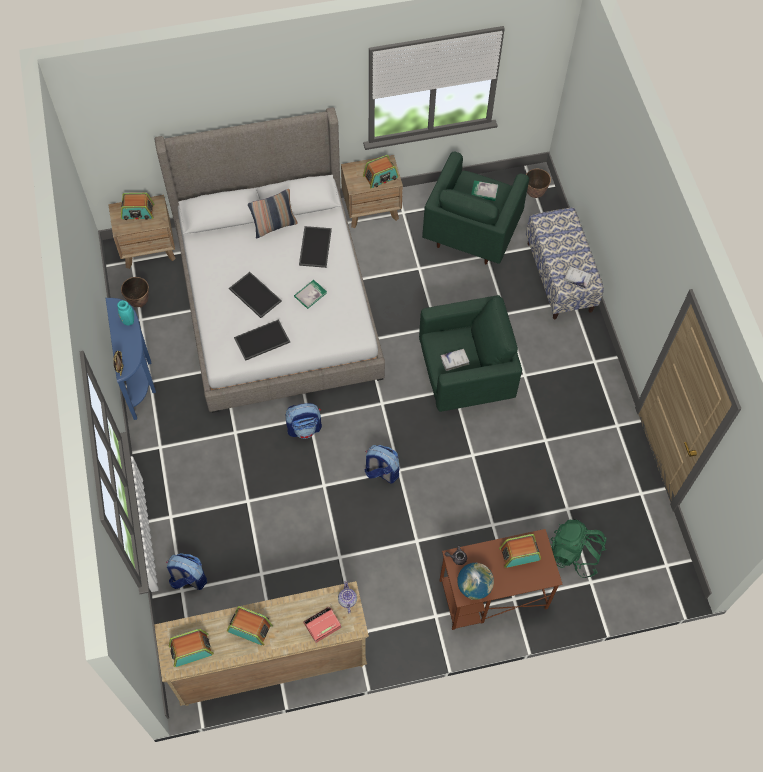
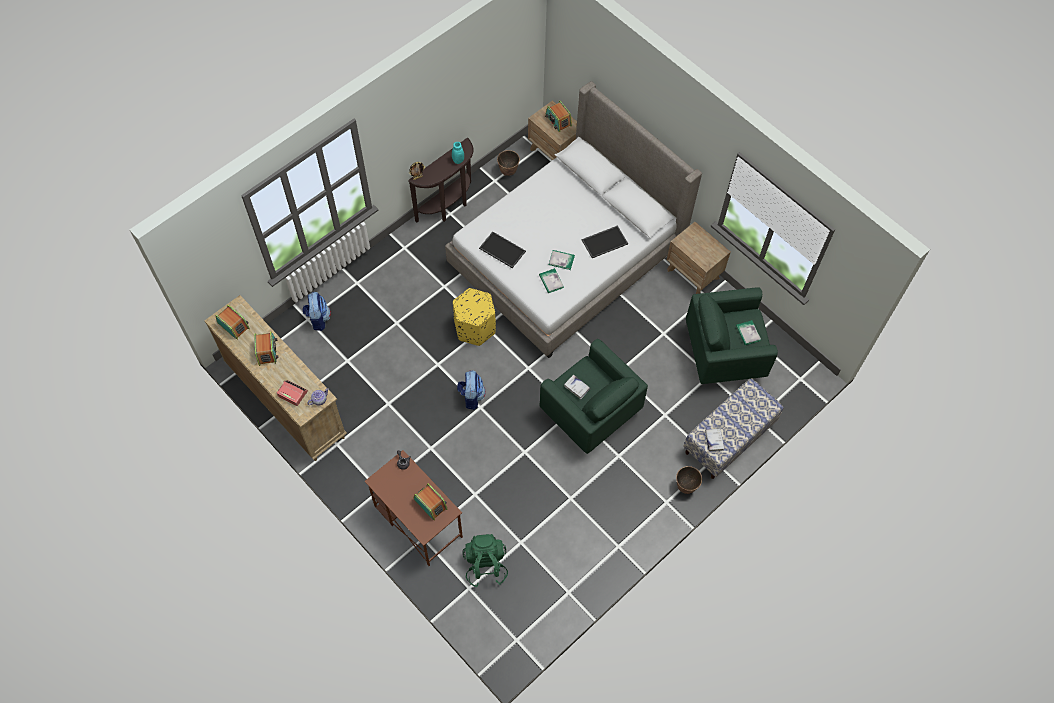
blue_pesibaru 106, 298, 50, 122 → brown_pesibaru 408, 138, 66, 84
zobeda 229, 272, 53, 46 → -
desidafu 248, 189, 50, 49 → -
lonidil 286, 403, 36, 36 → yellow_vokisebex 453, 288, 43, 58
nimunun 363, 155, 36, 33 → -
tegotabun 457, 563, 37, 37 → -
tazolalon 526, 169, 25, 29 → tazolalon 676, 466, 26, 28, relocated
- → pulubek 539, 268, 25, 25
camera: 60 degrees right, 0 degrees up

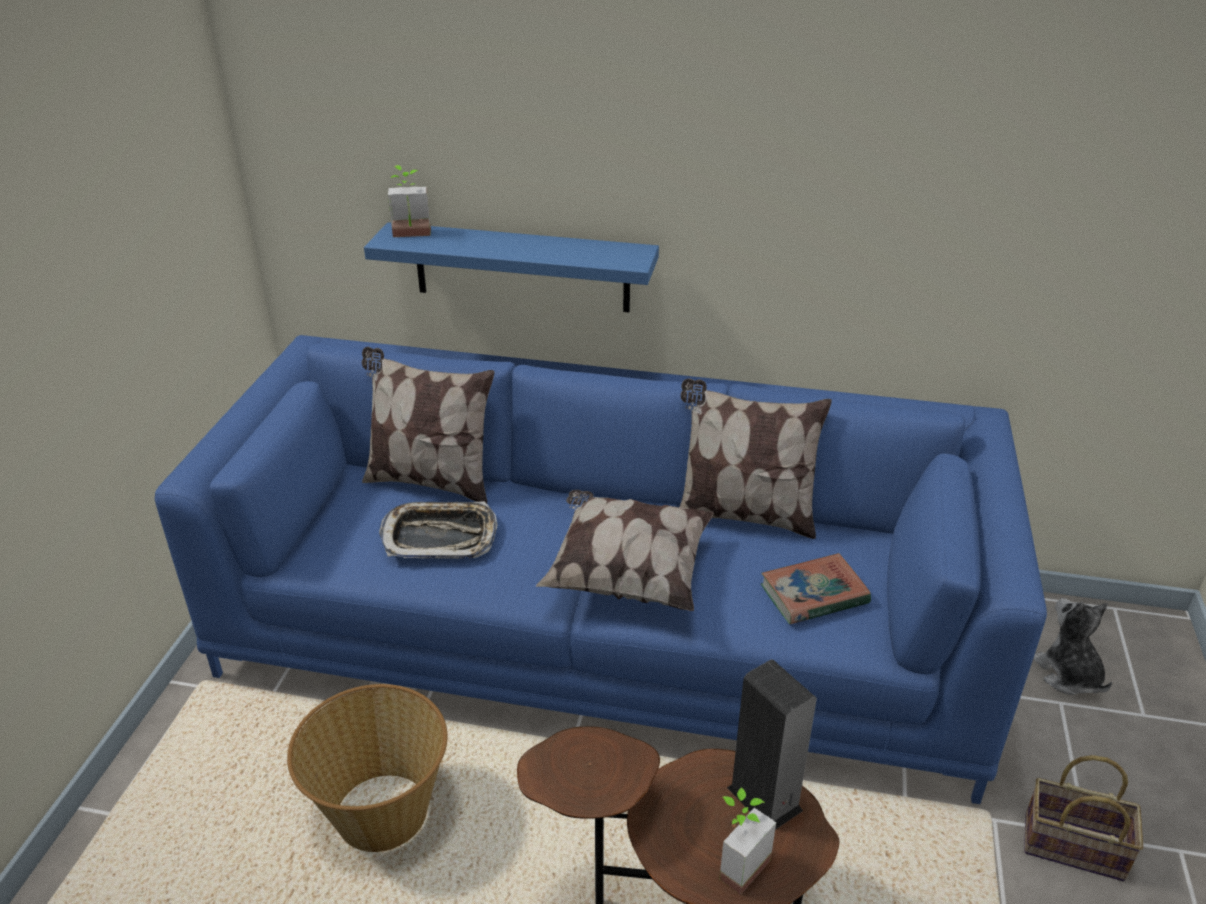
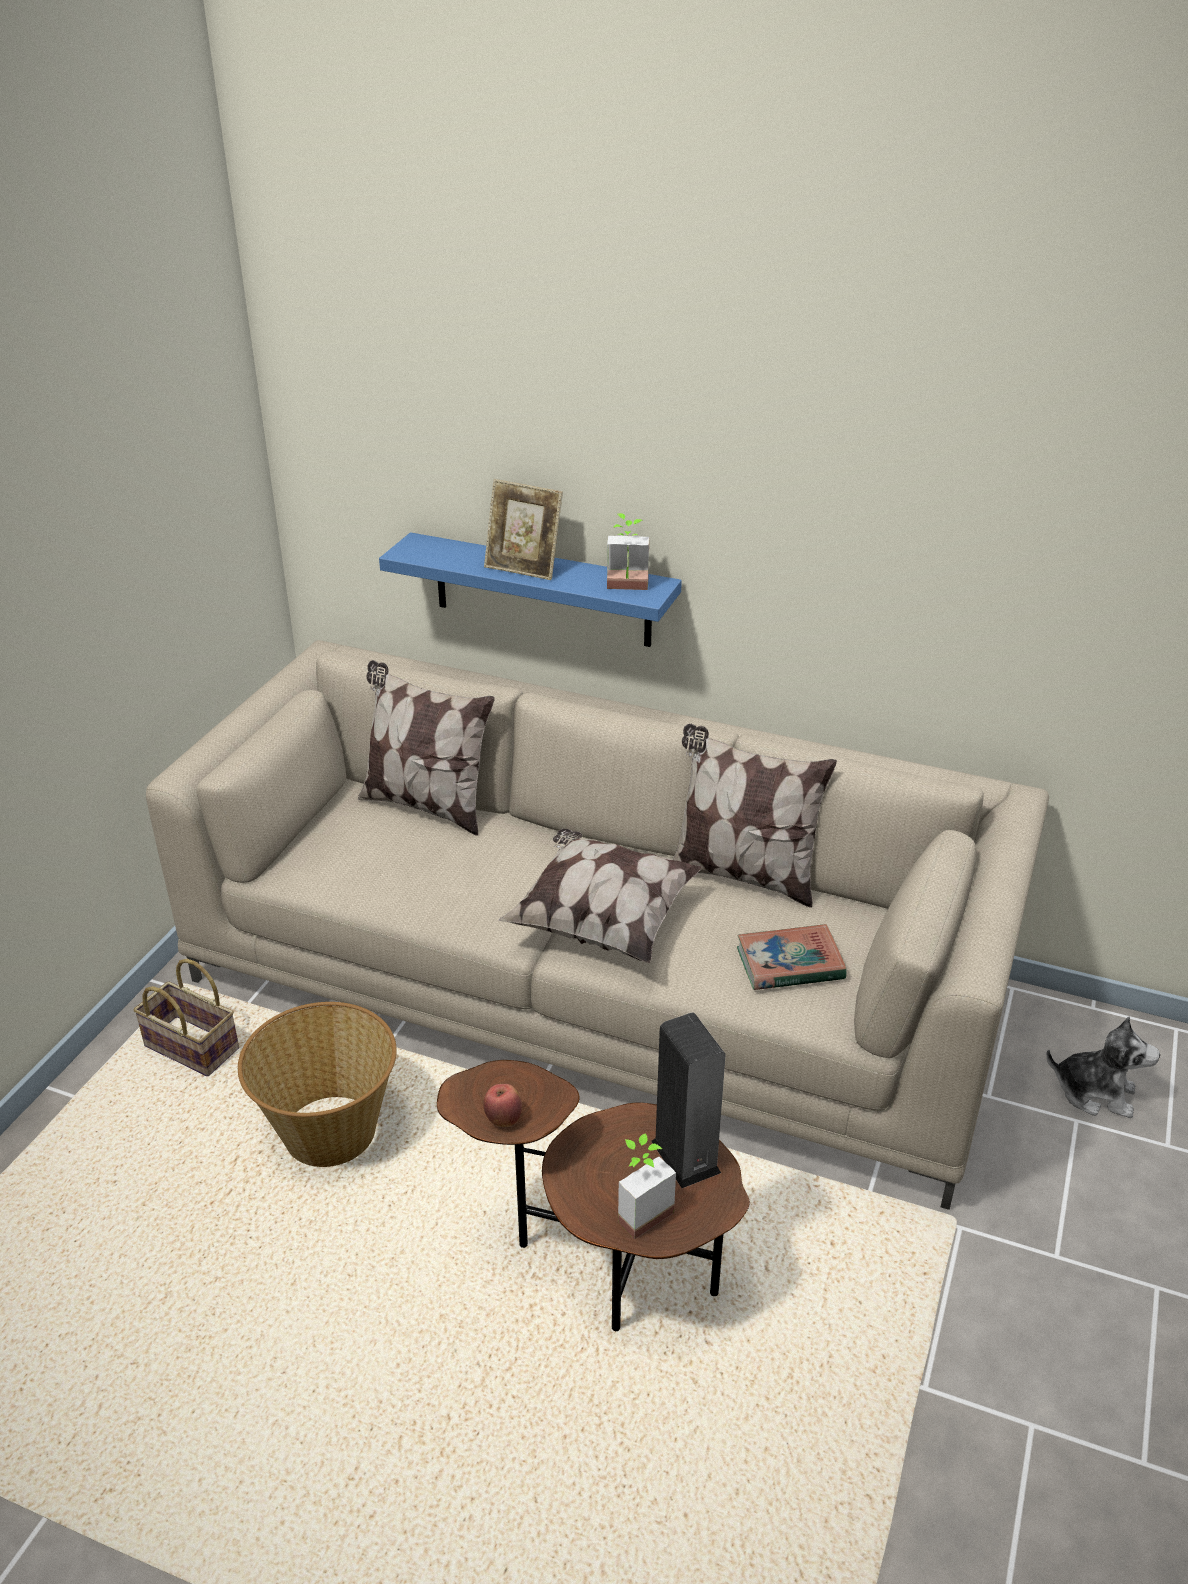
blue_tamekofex 155, 335, 892, 469 → beige_tamekofex 146, 640, 903, 570
zobeda 379, 501, 118, 58 → -
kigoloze 388, 165, 43, 72 → kigoloze 607, 513, 42, 77, relocated
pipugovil 1024, 755, 119, 126 → pipugovil 133, 959, 106, 117, relocated
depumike 1033, 598, 79, 97 → depumike 1046, 1016, 114, 102, 120 degrees clockwise
- → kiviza 483, 1084, 39, 43
- → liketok 484, 479, 79, 101
camera: 10 degrees right, 0 degrees up

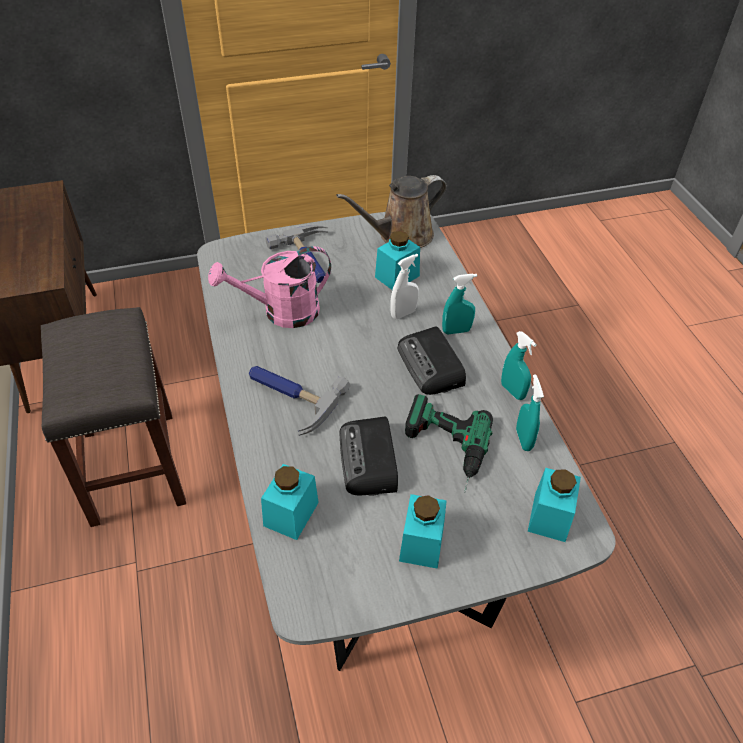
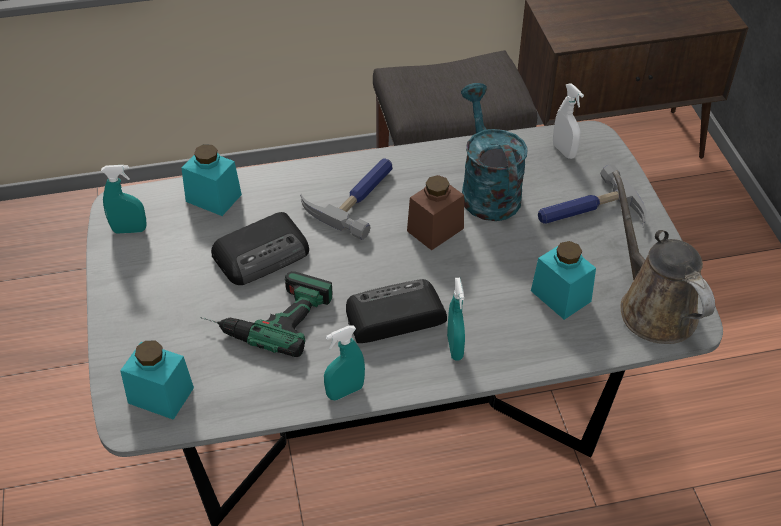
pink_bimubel 208, 246, 123, 82 → turquoise_bimubel 461, 83, 67, 138
nimunun 339, 416, 59, 80 → nimunun 211, 212, 98, 73, 150 degrees clockwise
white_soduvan 390, 254, 29, 65 → white_soduvan 553, 83, 31, 76, relocated
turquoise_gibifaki 399, 494, 48, 75 → -
turquoise_soduvan 516, 374, 28, 77 → turquoise_soduvan 101, 165, 46, 68, relocated
- → brown_gibifaki 407, 175, 57, 75
camera: 95 degrees right, 0 degrees up

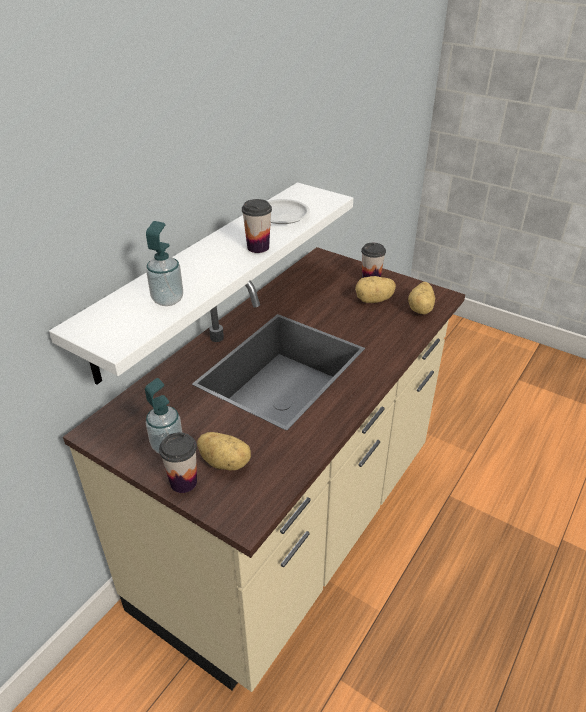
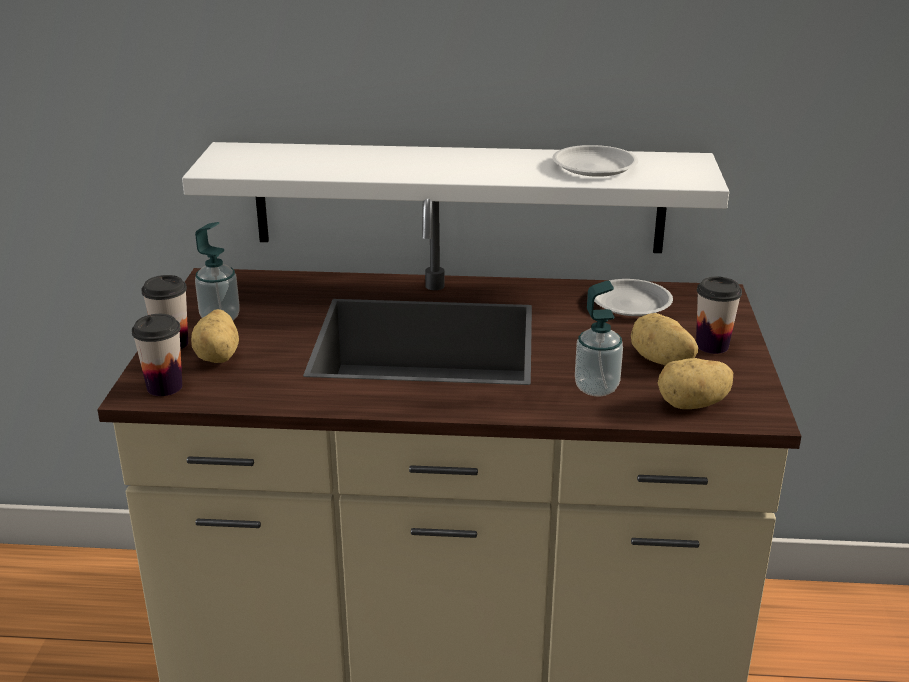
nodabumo 146, 221, 37, 85 → nodabumo 575, 281, 48, 116, relocated
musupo 242, 199, 30, 54 → musupo 132, 314, 50, 82, relocated
- → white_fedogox 594, 279, 79, 37
camera: 60 degrees right, 10 degrees down

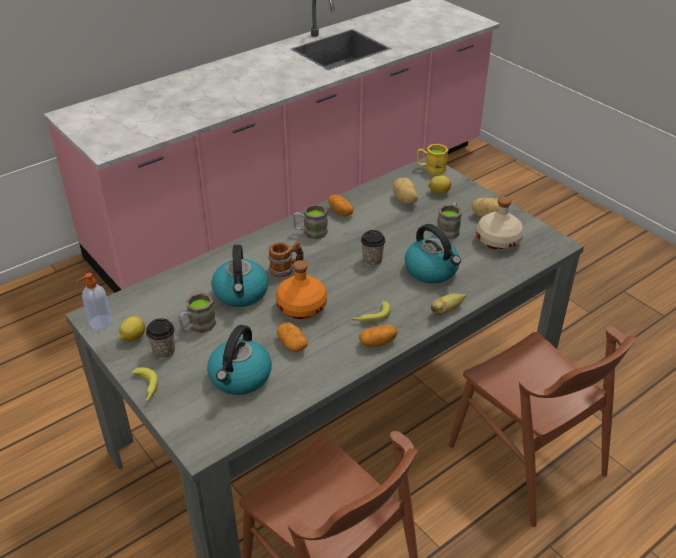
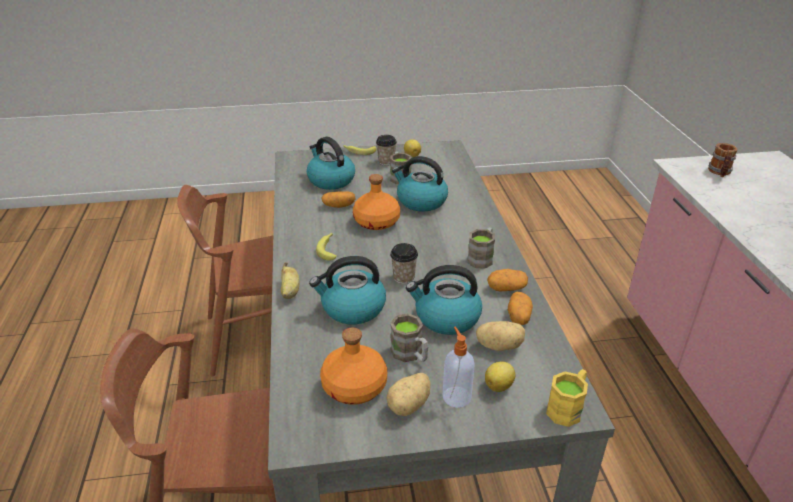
nodabumo 77, 273, 35, 57 → nodabumo 443, 327, 32, 81, relocated
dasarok 268, 241, 36, 37 → dasarok 708, 143, 30, 34, relocated
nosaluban 359, 325, 39, 22 → nosaluban 508, 292, 25, 33, relocated
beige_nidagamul 476, 196, 48, 54 → orange_nidagamul 320, 327, 67, 78
- → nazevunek 406, 265, 76, 70
camera: 120 degrees right, 5 degrees down

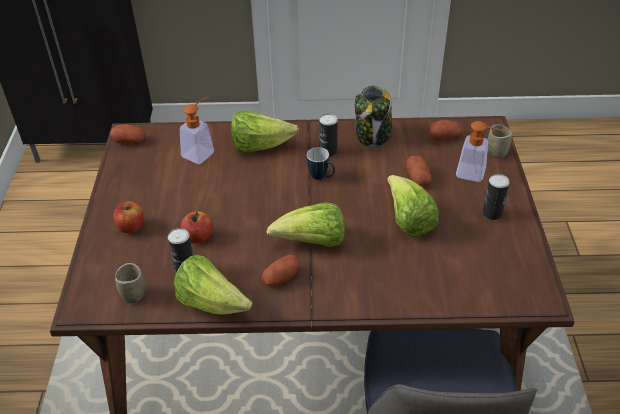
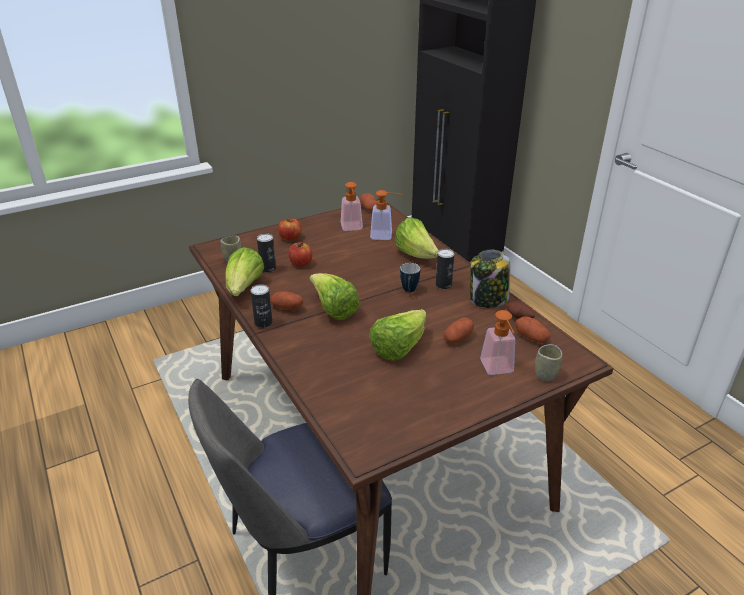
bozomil 482, 174, 28, 46 → bozomil 251, 284, 21, 44, relocated
- → nodabumo 341, 182, 22, 49
- → nosaluban 506, 301, 29, 18
camera: 60 degrees right, 10 degrees down

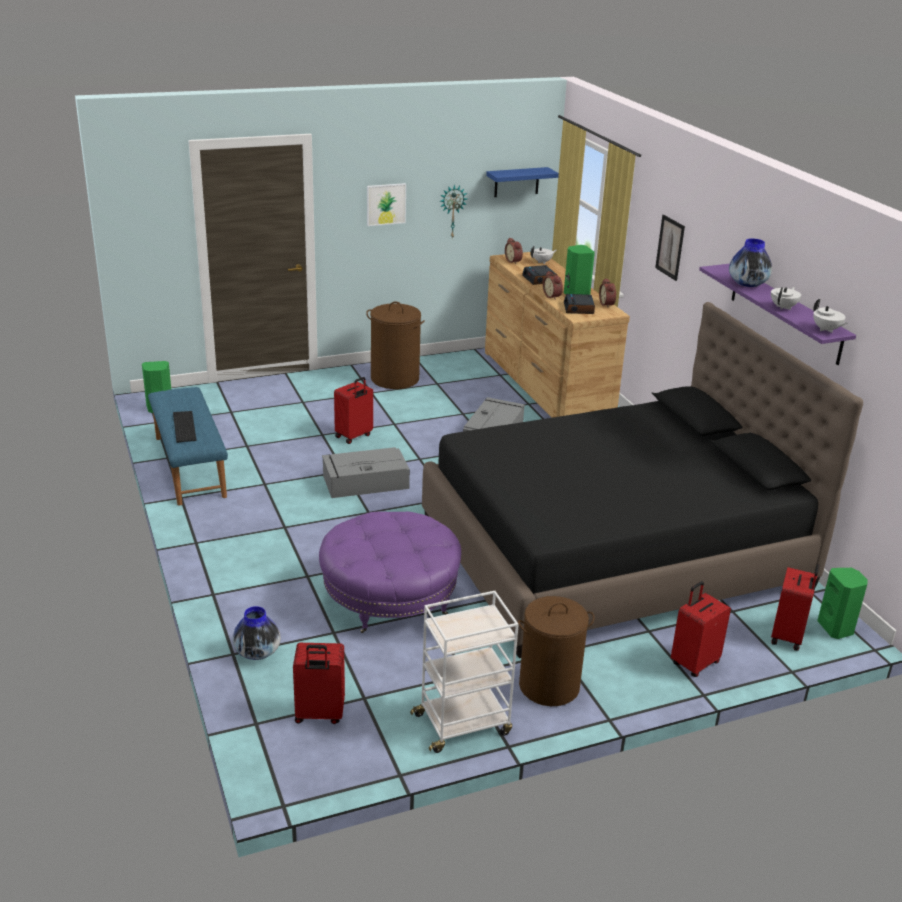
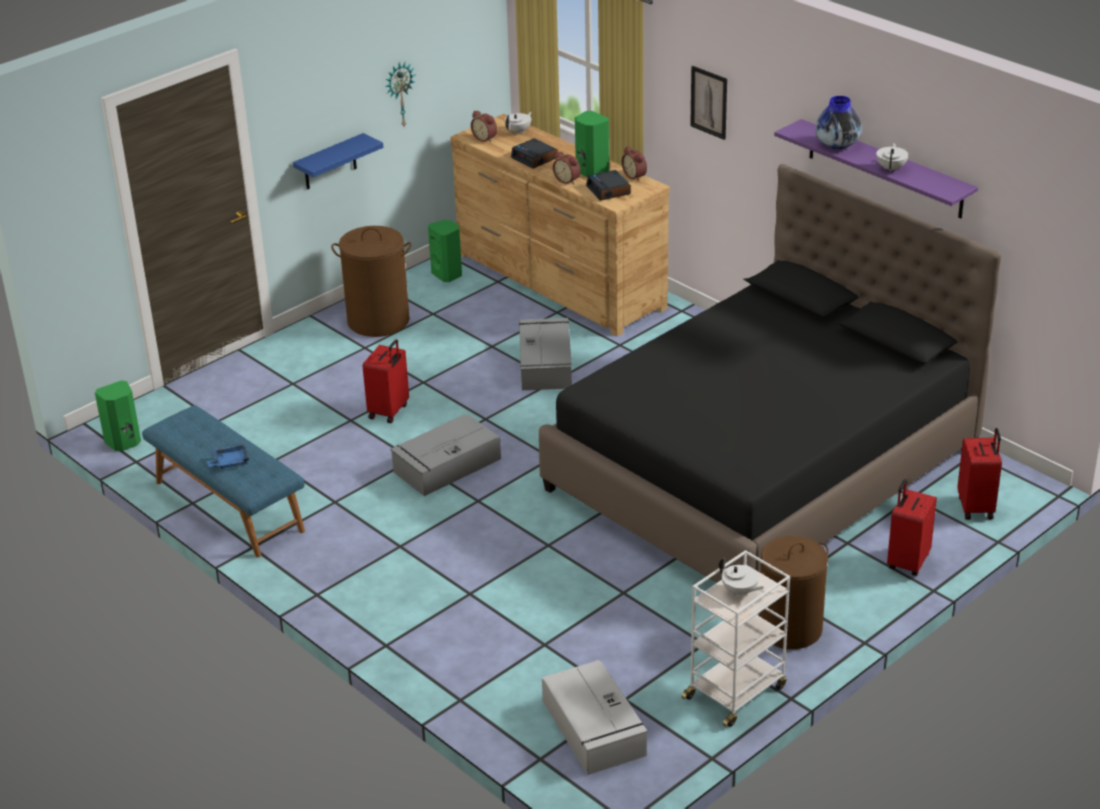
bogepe 173, 411, 24, 32 → blue_zobeda 207, 444, 42, 25
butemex 232, 606, 49, 54 → -
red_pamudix 293, 643, 52, 81 → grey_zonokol 542, 660, 106, 115
purple_vokisebex 319, 511, 142, 122 → -
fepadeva 367, 183, 39, 43 → -
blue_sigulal 486, 167, 73, 30 → blue_sigulal 293, 133, 90, 57, relocated
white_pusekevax 813, 299, 35, 34 → white_pusekevax 719, 558, 45, 38, relocated
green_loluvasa 817, 568, 51, 71 → green_loluvasa 428, 220, 34, 62, relocated
camera: 20 degrees left, 5 degrees up

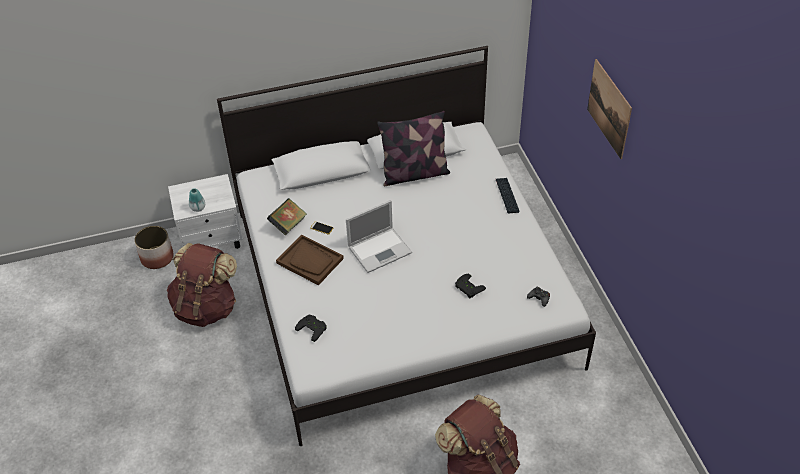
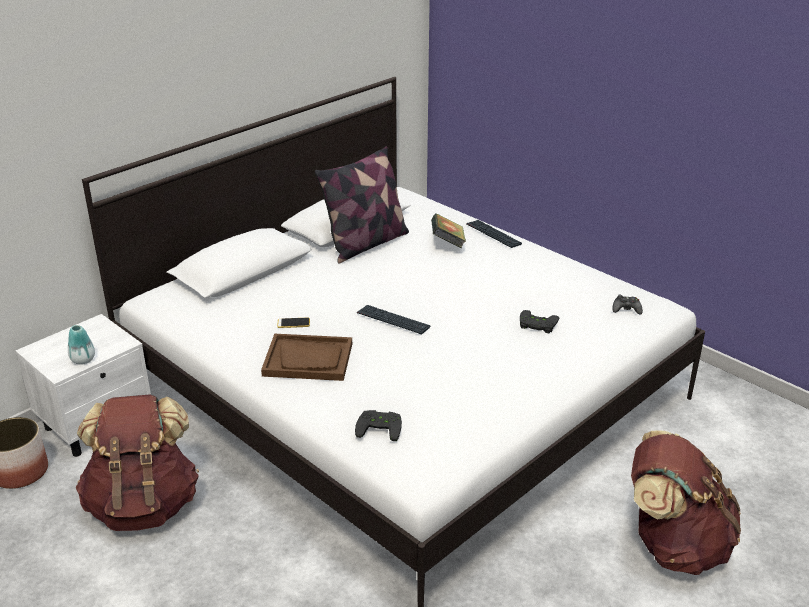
pulubek 267, 198, 40, 37 → pulubek 431, 214, 35, 34, relocated
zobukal 346, 200, 66, 73 → bogepe 357, 305, 74, 29
fepadeva 587, 59, 45, 100 → -
camera: 30 degrees left, 15 degrees down

